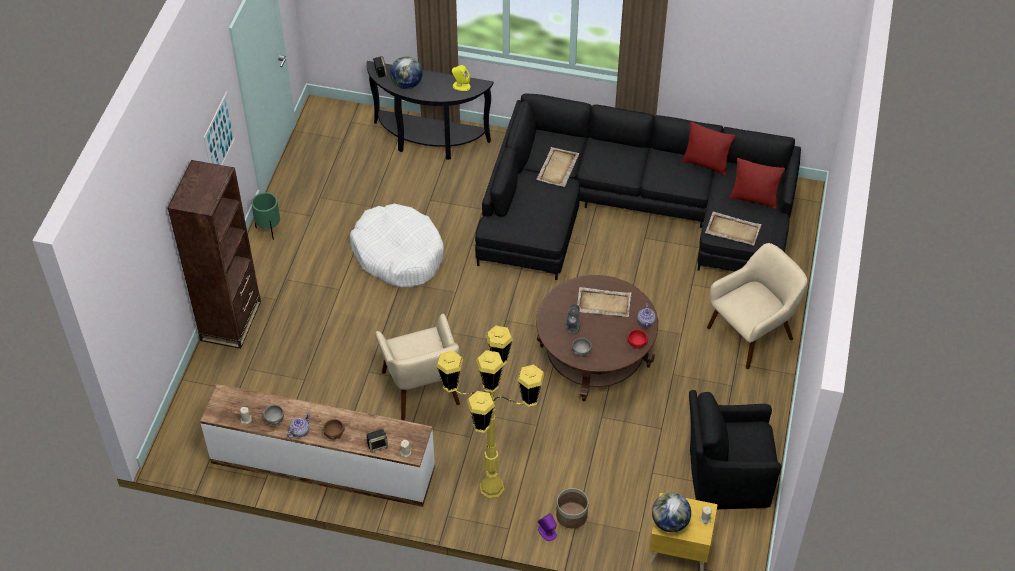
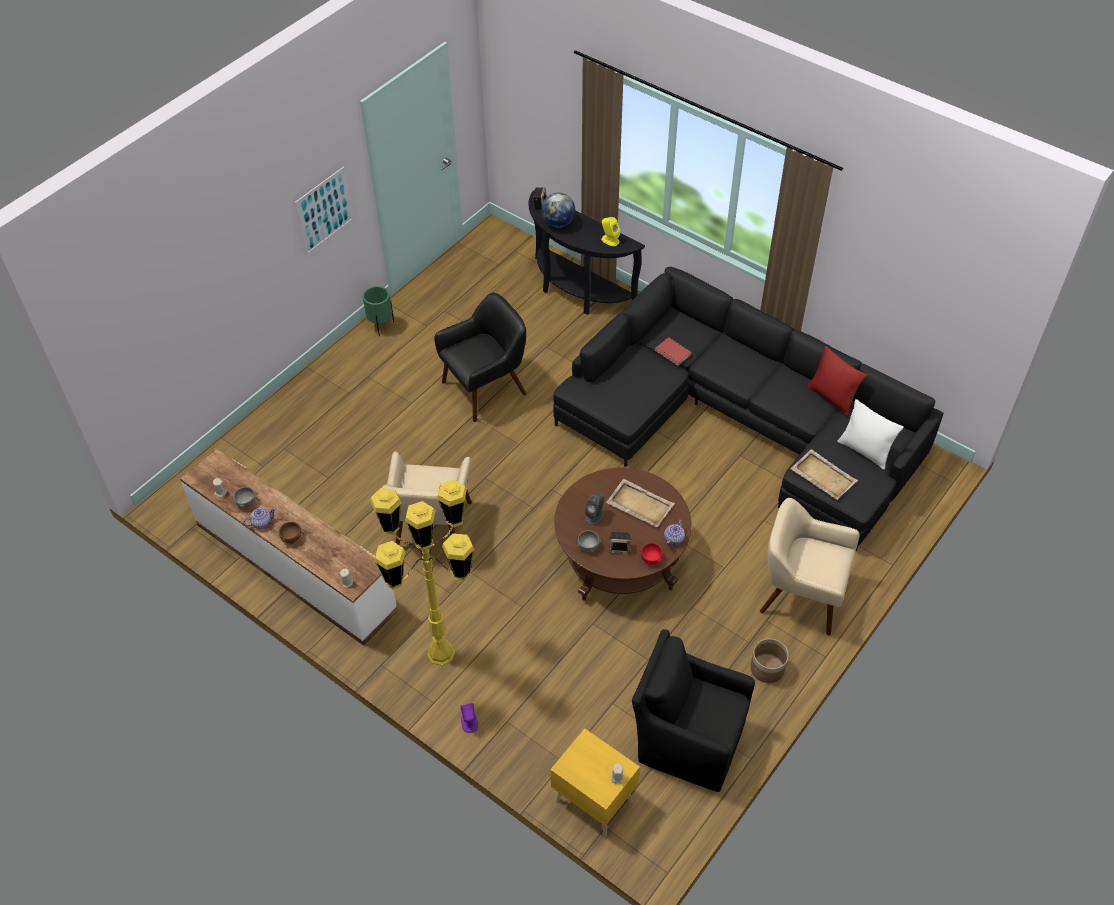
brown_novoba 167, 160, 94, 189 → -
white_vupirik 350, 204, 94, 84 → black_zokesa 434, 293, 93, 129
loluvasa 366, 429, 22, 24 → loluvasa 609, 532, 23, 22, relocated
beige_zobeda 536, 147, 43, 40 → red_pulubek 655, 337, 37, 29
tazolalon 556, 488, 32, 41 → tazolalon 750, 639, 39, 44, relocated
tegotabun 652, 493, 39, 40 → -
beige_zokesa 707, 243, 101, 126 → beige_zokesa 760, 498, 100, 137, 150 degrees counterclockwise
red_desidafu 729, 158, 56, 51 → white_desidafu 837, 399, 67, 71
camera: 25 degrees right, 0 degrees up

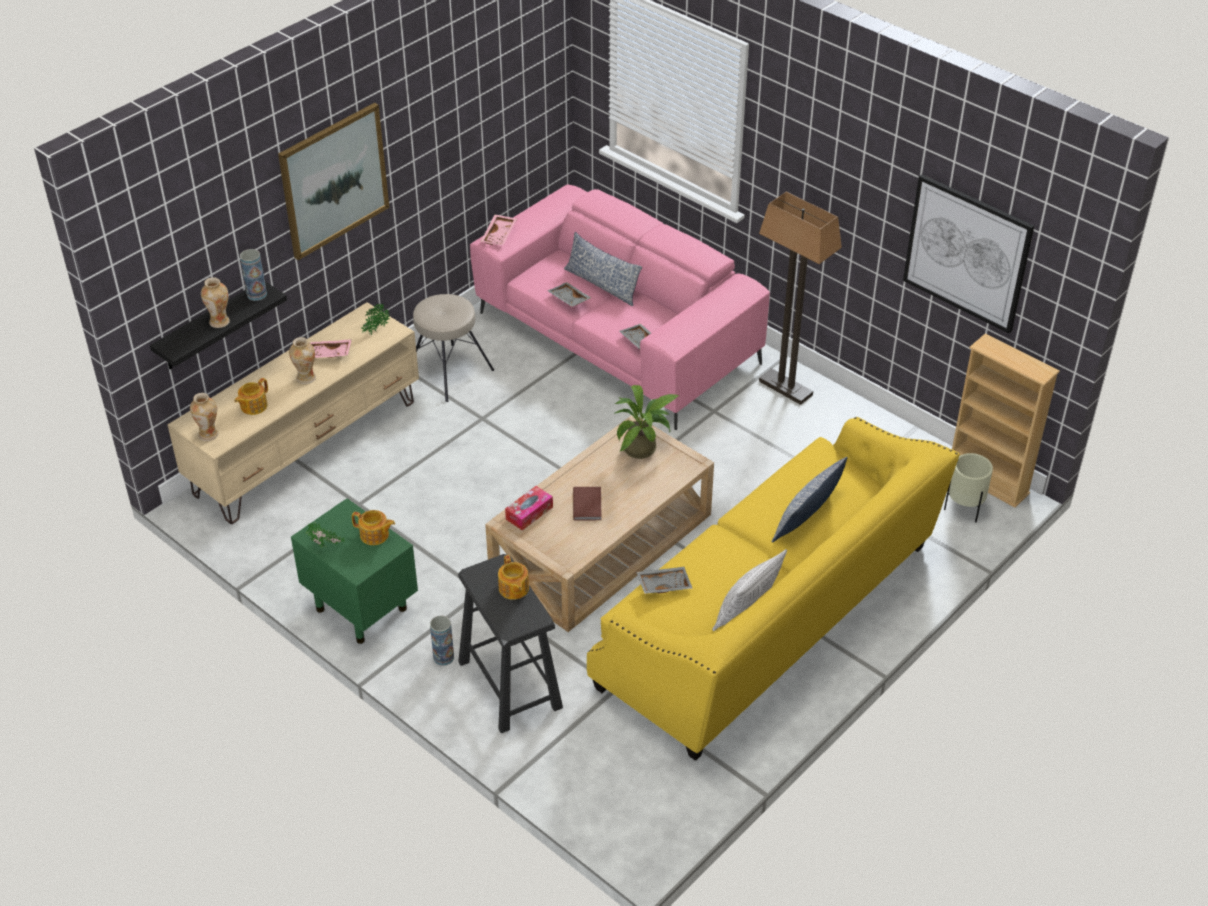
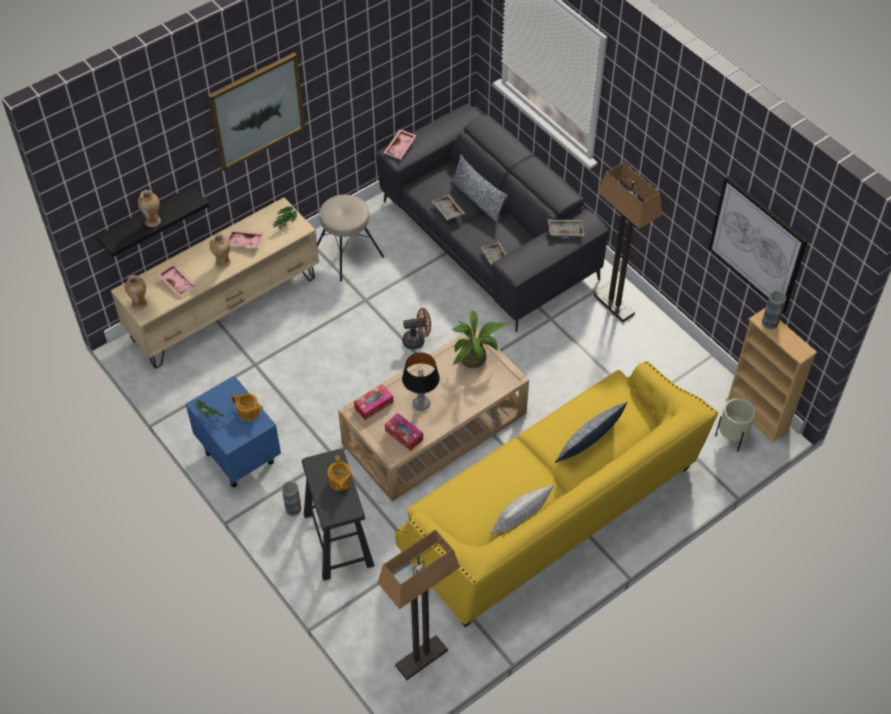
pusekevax 235, 378, 33, 37 → pink_zobeda 157, 263, 39, 34
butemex 240, 249, 27, 52 → butemex 762, 290, 24, 39, relocated
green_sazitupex 291, 498, 127, 146 → blue_sazitupex 186, 376, 95, 111
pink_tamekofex 470, 185, 300, 245 → grey_tamekofex 376, 104, 232, 228
brown_pulubek 573, 487, 28, 34 → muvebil 402, 353, 38, 58
grey_zobeda 636, 567, 57, 27 → grey_zobeda 548, 219, 37, 17, relocated
- → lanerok 377, 529, 83, 151
- → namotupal 385, 413, 38, 38
- → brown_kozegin 403, 308, 28, 41
camera: 10 degrees right, 10 degrees up

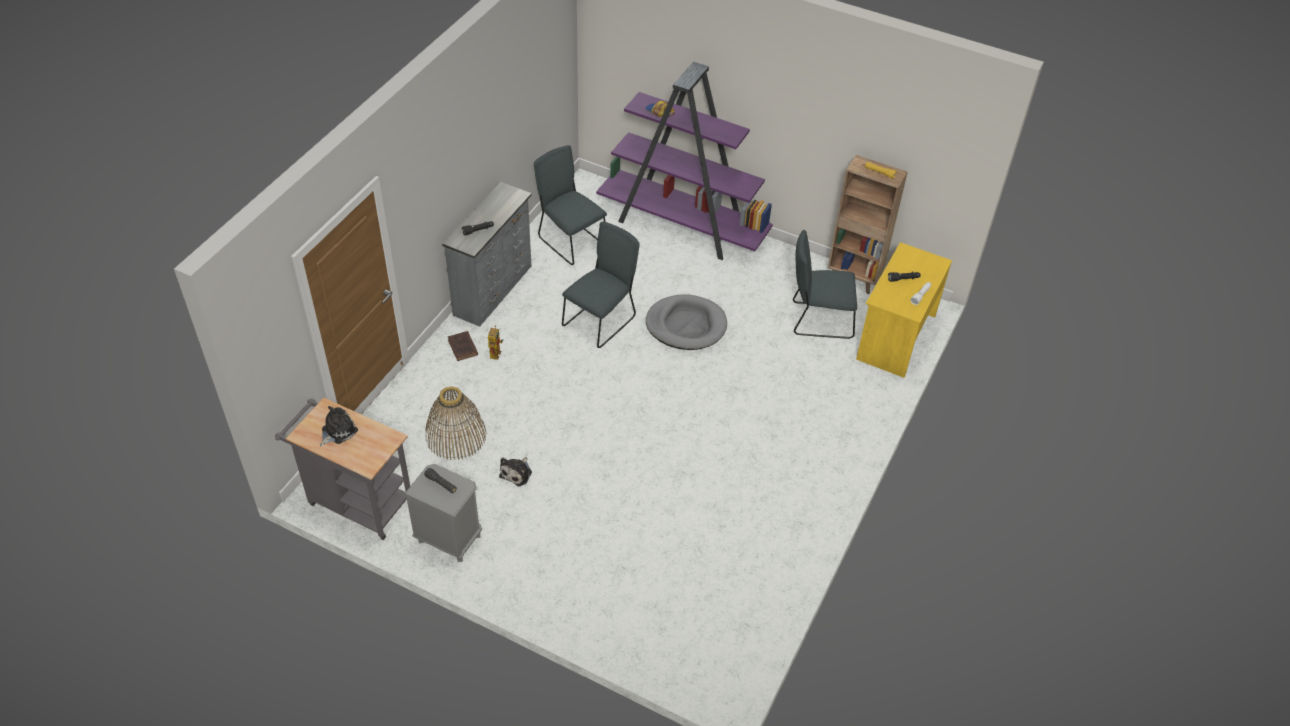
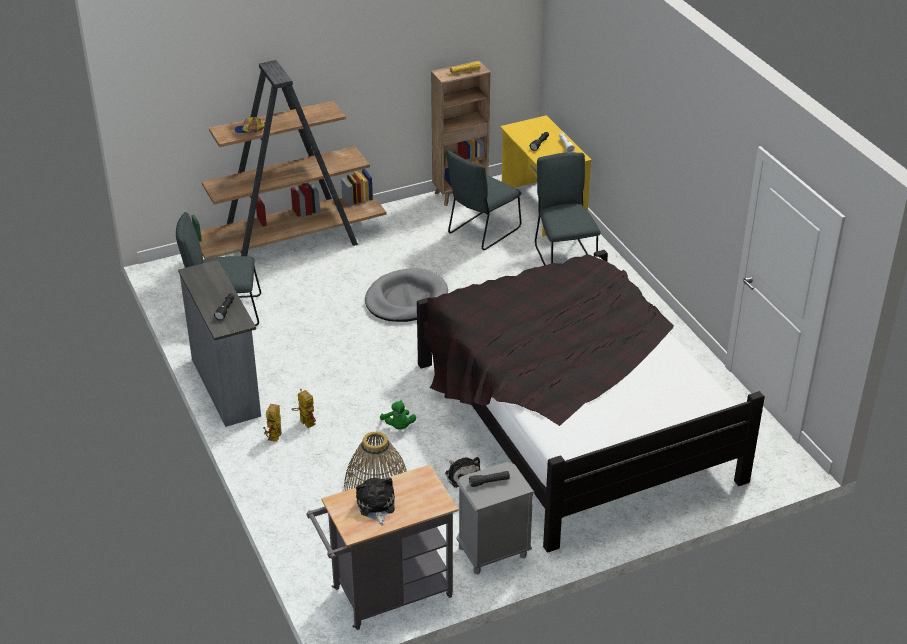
brown_pulubek 448, 331, 30, 30 → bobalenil 263, 404, 19, 38
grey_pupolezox 562, 222, 78, 126 → grey_pupolezox 535, 152, 66, 113, relocated
purple_novoba 596, 62, 177, 198 → brown_novoba 191, 60, 195, 199
- → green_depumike 380, 400, 36, 30
- → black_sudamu 417, 250, 348, 303
camera: 50 degrees left, 10 degrees down

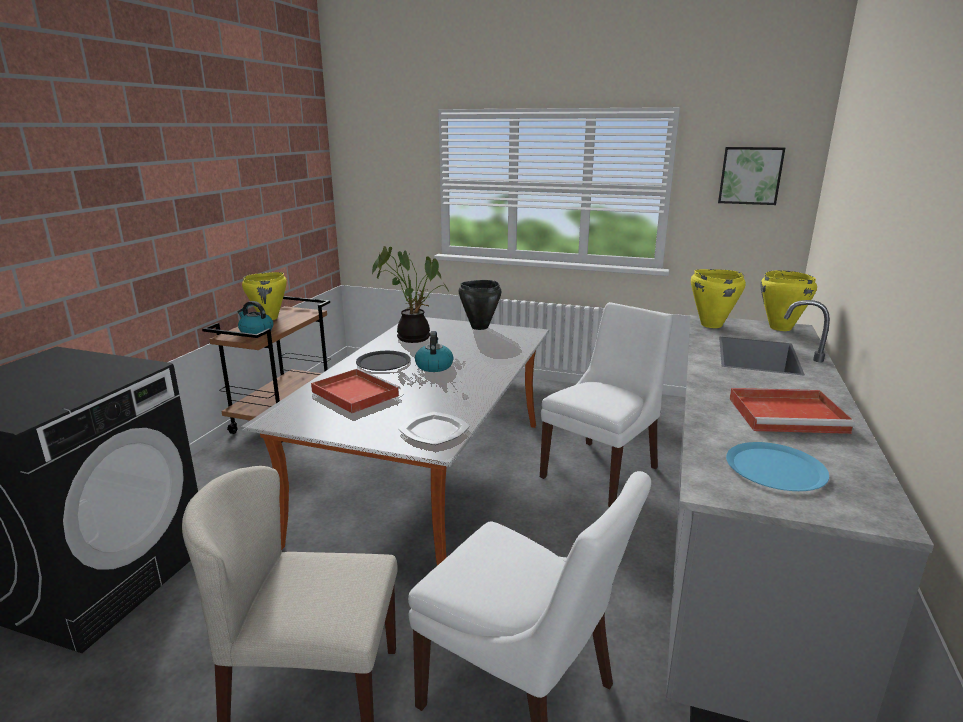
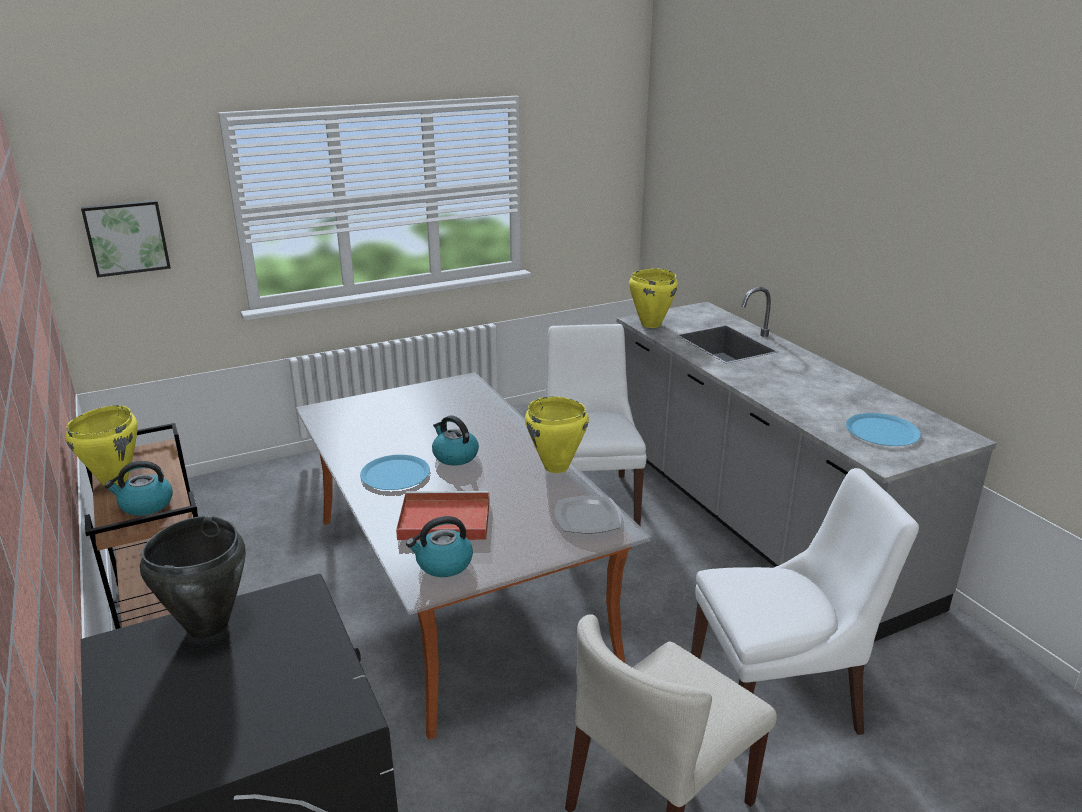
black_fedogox 356, 351, 55, 20 → blue_fedogox 360, 455, 70, 35
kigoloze 372, 246, 77, 97 → -
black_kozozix 459, 280, 42, 50 → black_kozozix 140, 516, 105, 123, relocated
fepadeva 718, 147, 67, 58 → fepadeva 81, 200, 90, 77, relocated
red_zobeda 730, 388, 125, 46 → -
yellow_kozozix 760, 270, 57, 61 → yellow_kozozix 525, 396, 64, 77, relocated
- → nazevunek 406, 516, 67, 61
camera: 45 degrees left, 5 degrees up

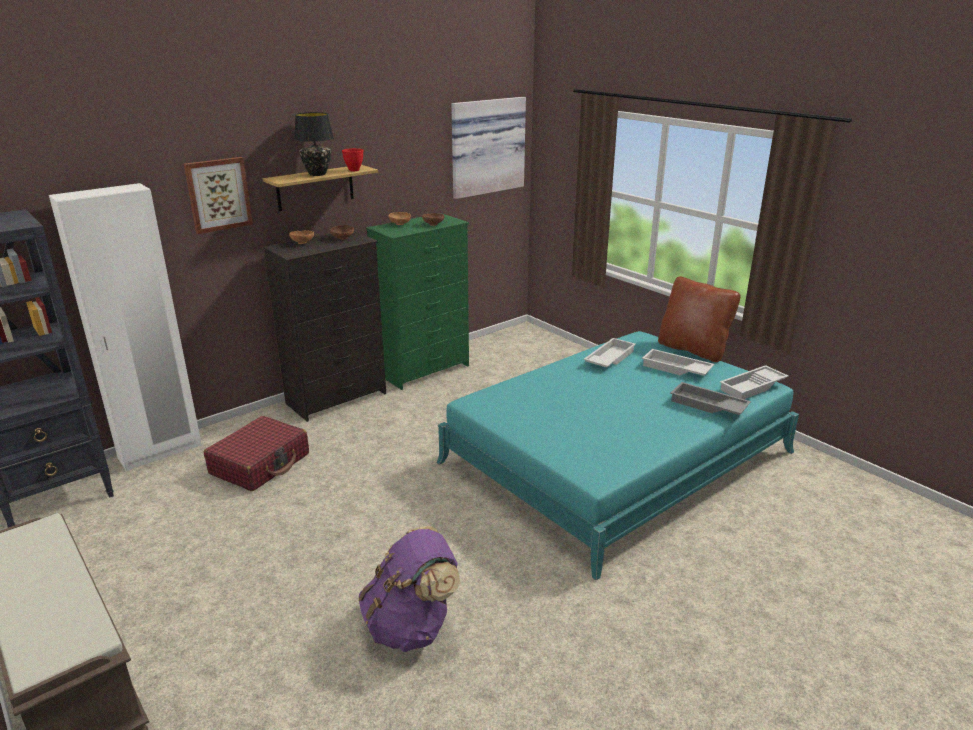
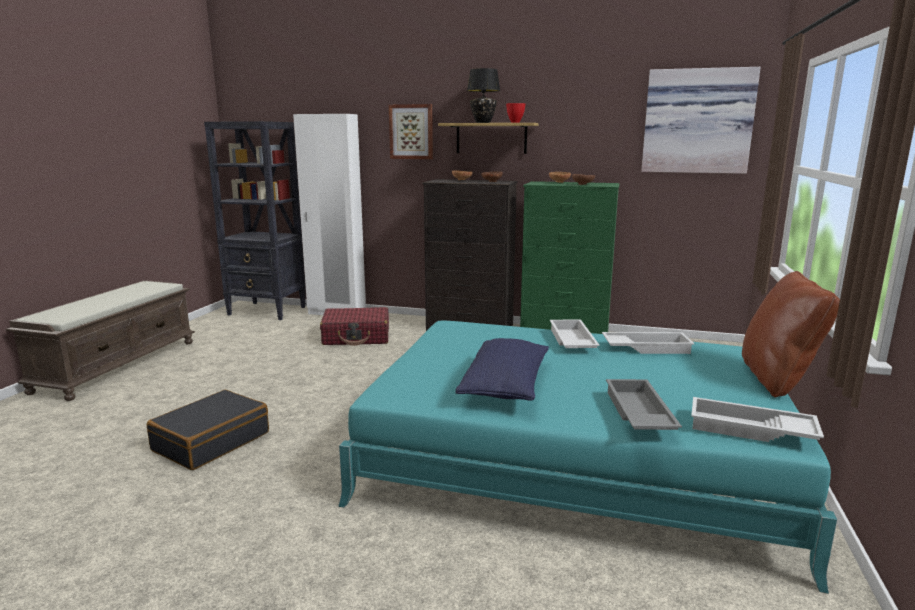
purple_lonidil 358, 526, 102, 126 → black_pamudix 147, 390, 122, 80
white_zobeda 642, 349, 72, 27 → white_zobeda 550, 320, 50, 28, relocated
- → blue_desidafu 456, 338, 93, 63
camera: 55 degrees right, 10 degrees down

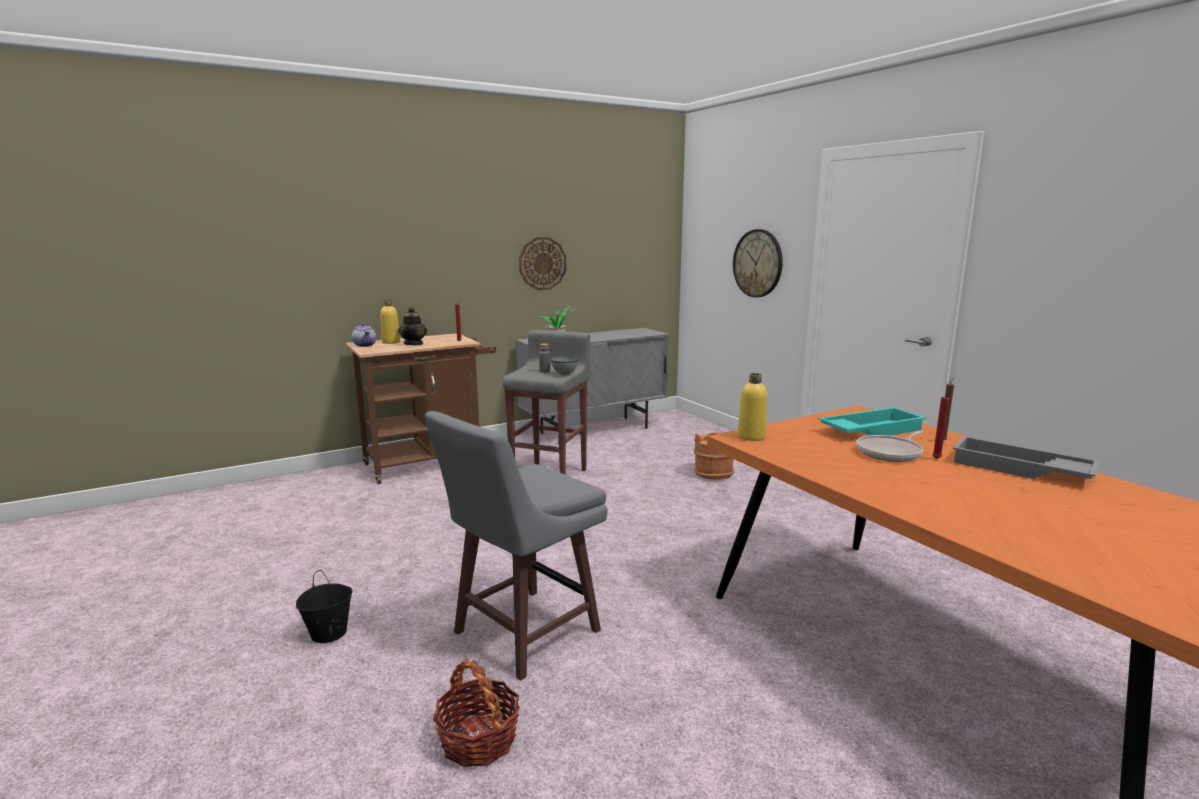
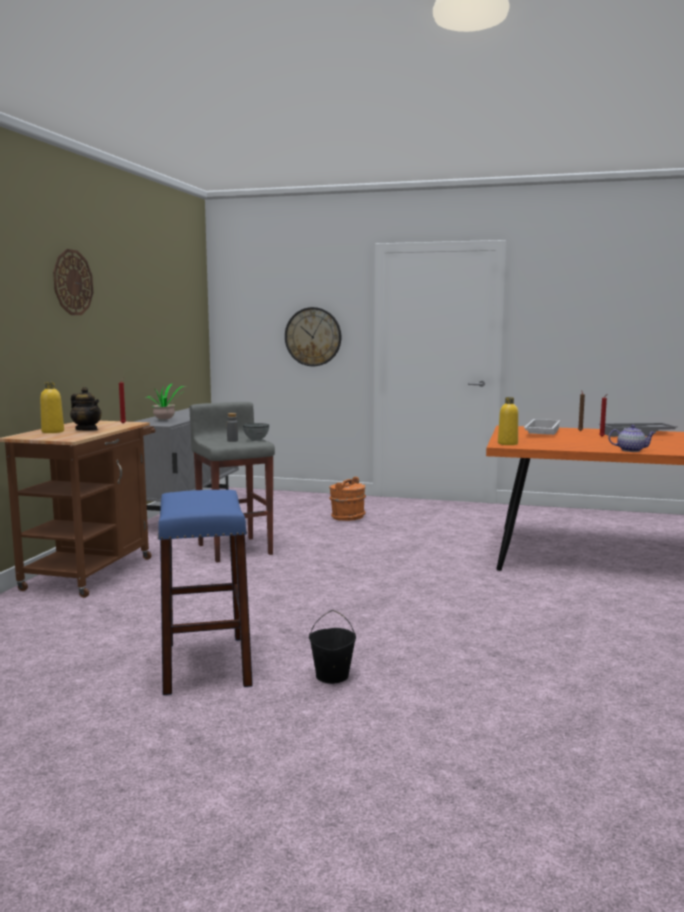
pusekevax 352, 323, 24, 24 → pusekevax 608, 425, 47, 27, relocated
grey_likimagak 425, 411, 182, 270 → -
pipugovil 433, 658, 87, 109 → -
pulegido 519, 237, 48, 53 → pulegido 53, 249, 40, 66, relocated
turquoise_zobeda 818, 407, 108, 29 → white_zobeda 524, 419, 37, 16
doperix 856, 431, 67, 31 → -
- → blue_likimagak 158, 490, 95, 205
camera: 45 degrees left, 5 degrees down

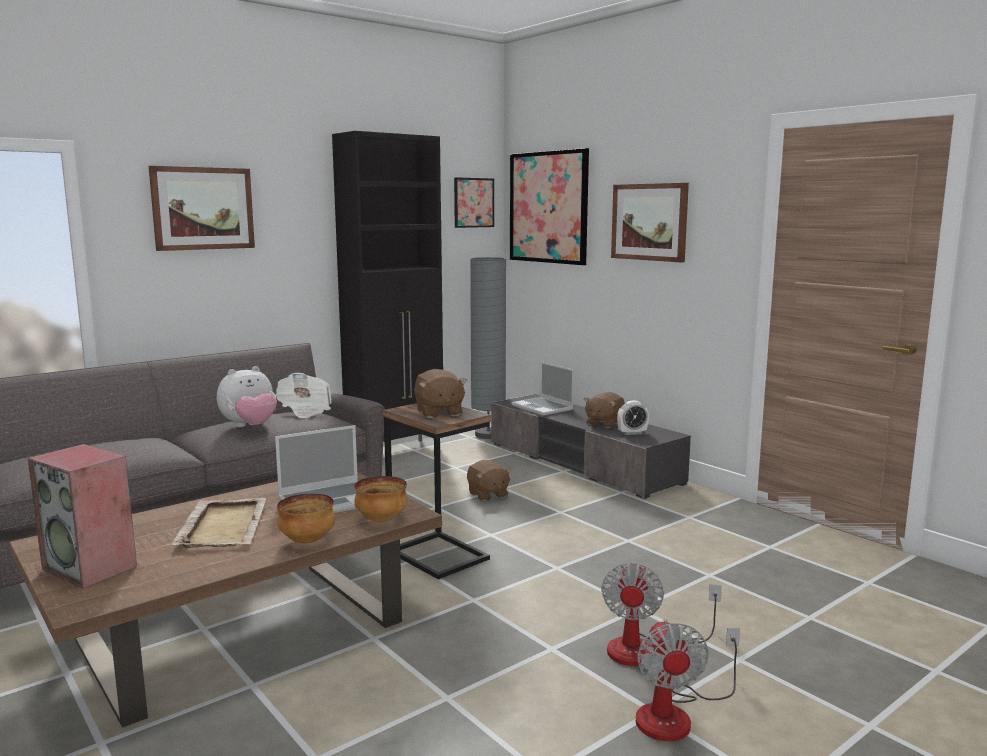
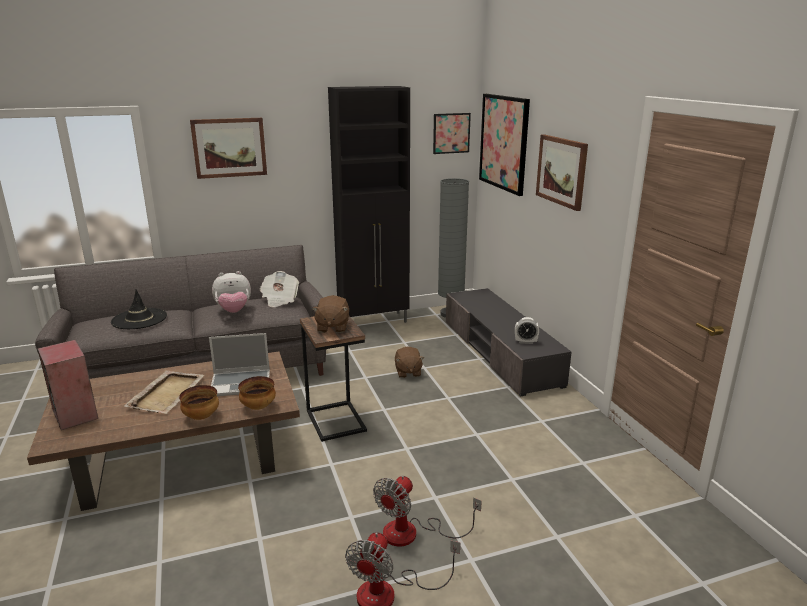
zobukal 511, 361, 63, 55 → -
brown_depumike 584, 392, 41, 36 → -
- → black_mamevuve 111, 289, 56, 40
camera: 20 degrees right, 10 degrees up

